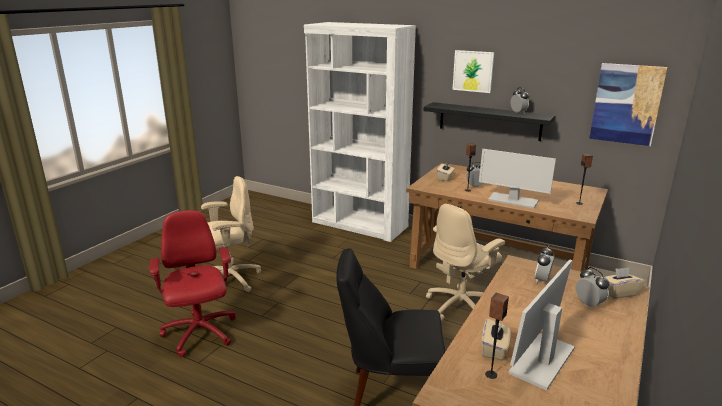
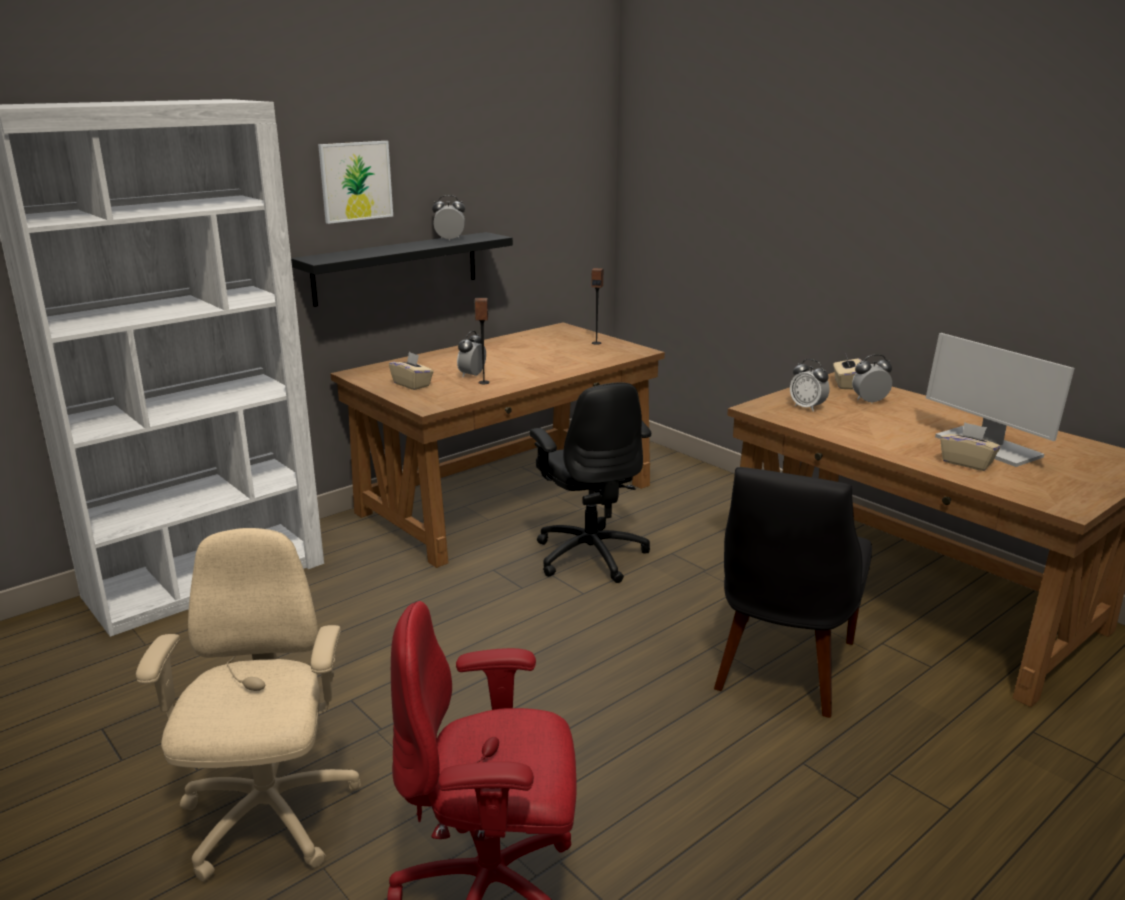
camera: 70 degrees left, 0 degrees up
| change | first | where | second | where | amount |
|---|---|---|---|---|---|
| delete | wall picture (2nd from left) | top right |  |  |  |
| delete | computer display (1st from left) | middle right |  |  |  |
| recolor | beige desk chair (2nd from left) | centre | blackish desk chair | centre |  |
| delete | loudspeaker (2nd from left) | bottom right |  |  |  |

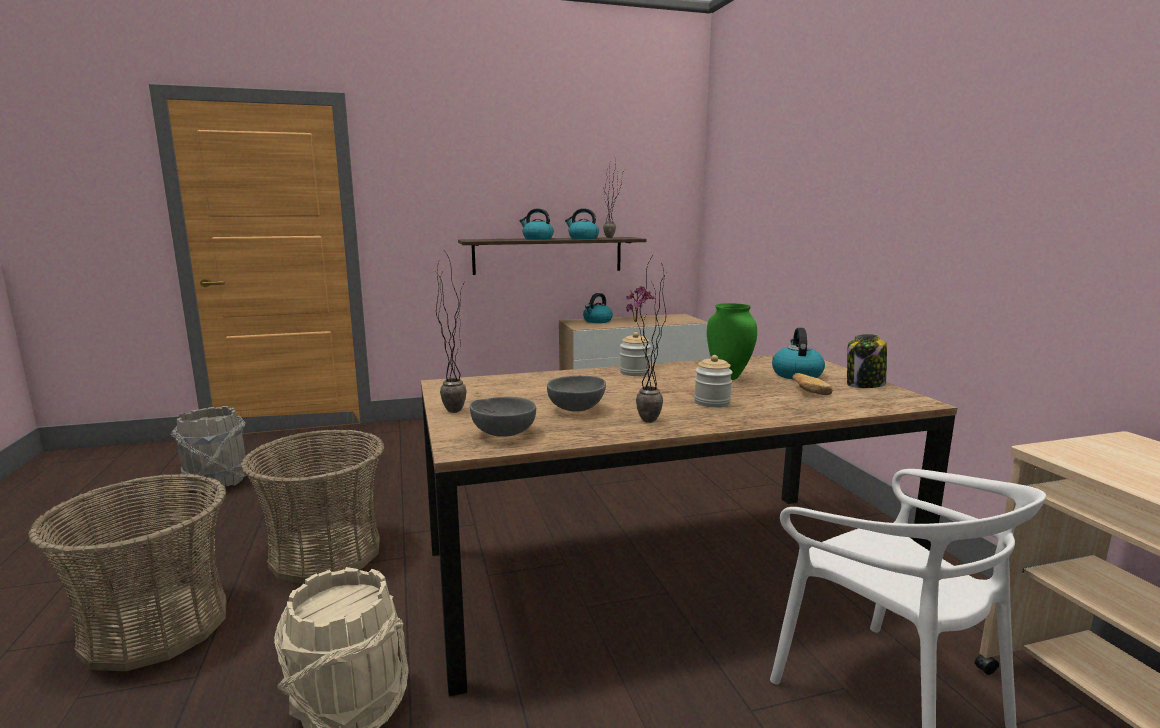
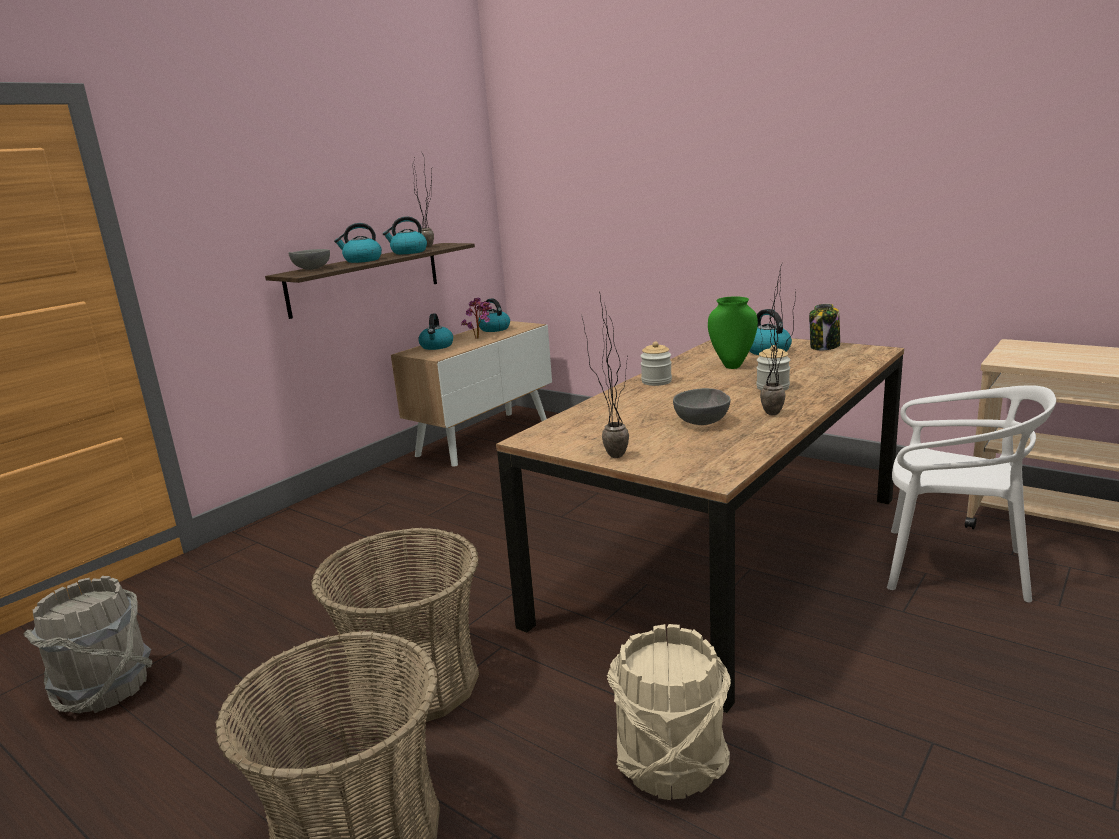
camera: 35 degrees left, 5 degrees up
| change | first | where | second | where | amount |
|---|---|---|---|---|---|
| delete | bread | middle right |  |  |  |
| move | greyish bowl (1st from left) | centre |  | top left |  |
| insert |  |  | kettle (4th from left) | centre |  |

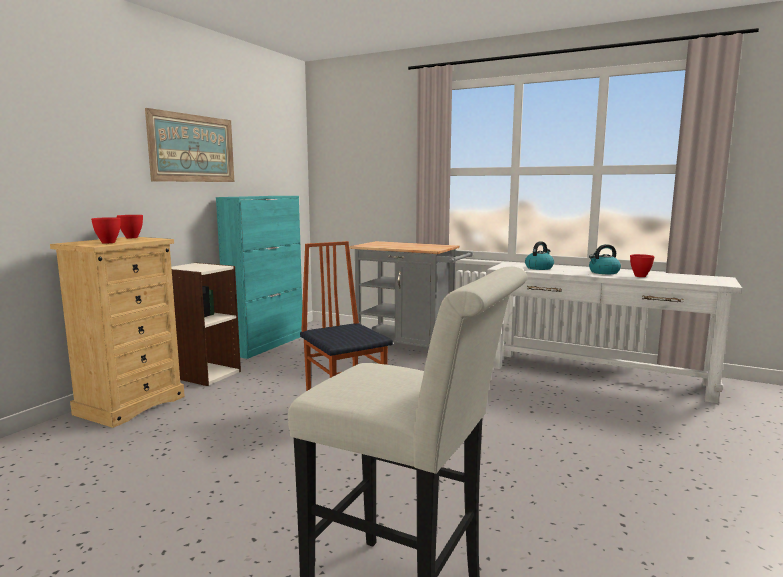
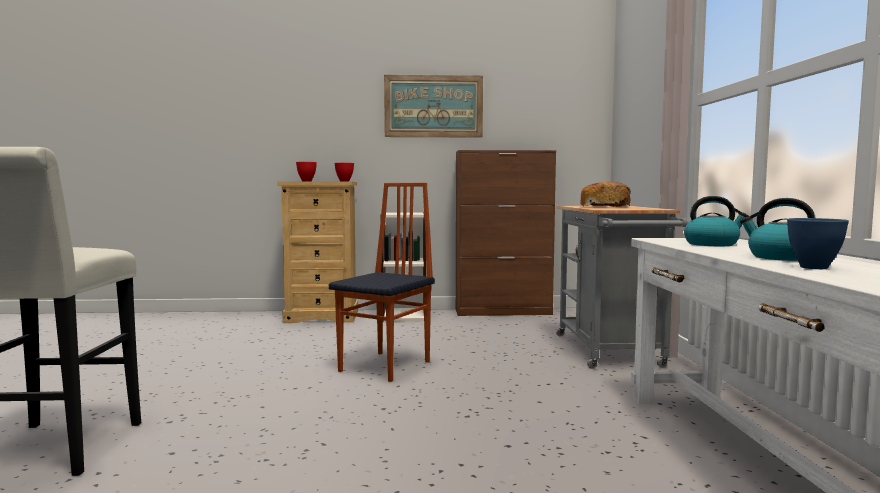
camera: 60 degrees right, 5 degrees down
| change | first | where | second | where | amount |
|---|---|---|---|---|---|
| recolor | turquoise cupboard | middle left | brown cupboard | centre |  |
| recolor | reddish bowl (3rd from left) | middle right | blue bowl | middle right |  |
| insert |  |  | bread | middle right |  |

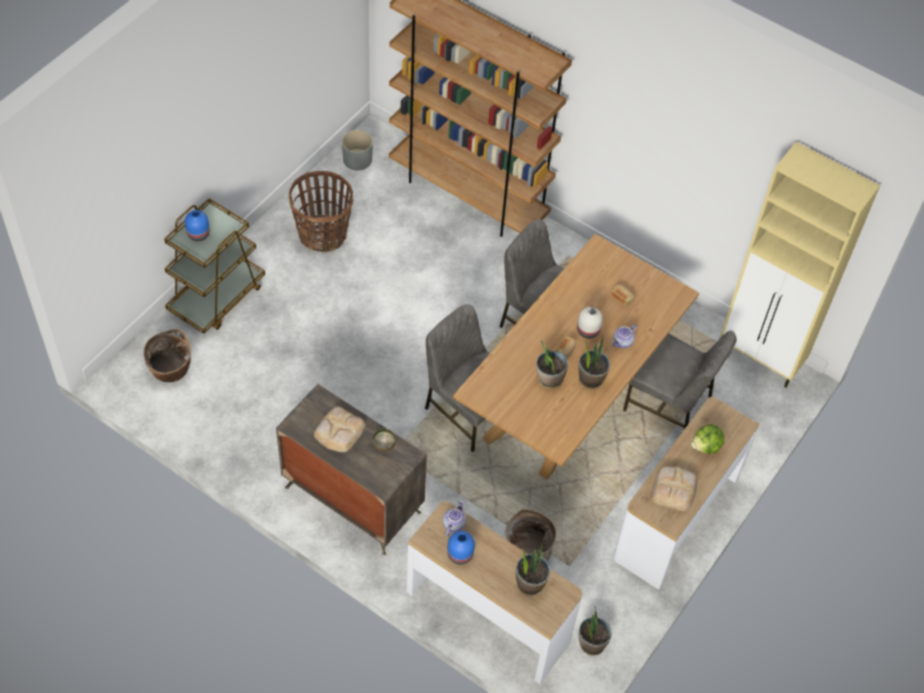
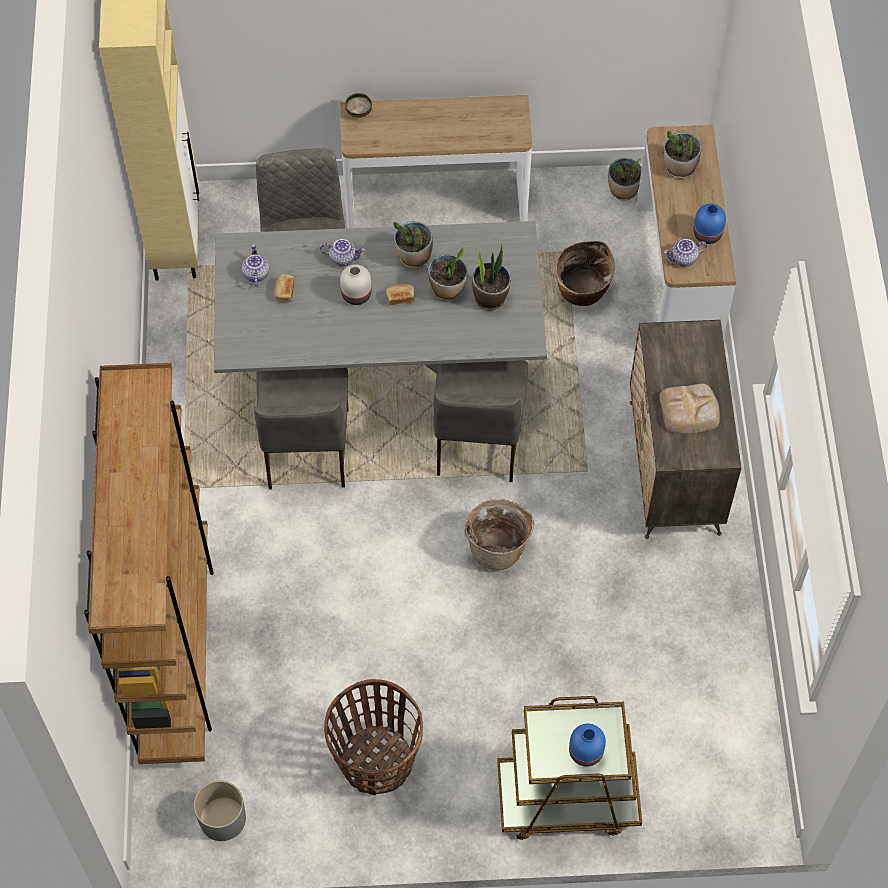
camera: 125 degrees left, 5 degrees up
| change | first | where | second | where | amount |
|---|---|---|---|---|---|
| recolor | brown dining table | centre | greyish dining table | centre |  |
| move | household basket (1st from left in the first image) | middle left | household basket (2nd from left) | centre |  |
| delete | lettuce head | middle right |  |  |  |
| move | bowl | centre |  | top centre |  |
| delete | bread (4th from left) | bottom right |  |  |  |
| insert |  |  | teapot (1st from left) | top left |  |
| insert |  |  | plant in a pot (3rd from left) | top centre |  |

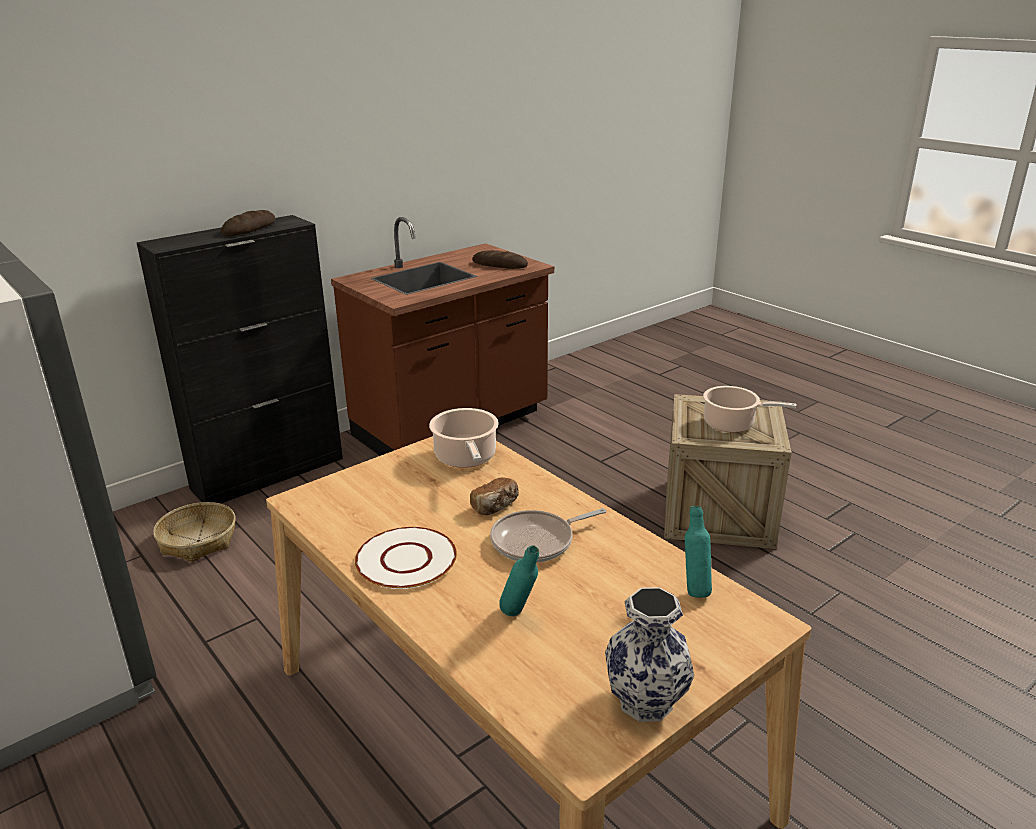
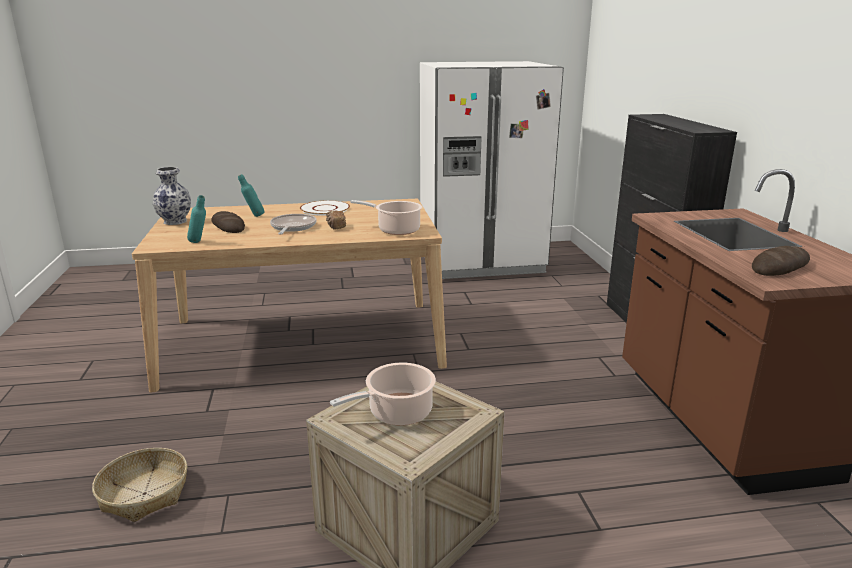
camera: 120 degrees right, 5 degrees down
| change | first | where | second | where | amount |
|---|---|---|---|---|---|
| move | bread (1st from left) | top left |  | middle left |  |
| move | household basket | middle left |  | bottom left |  |

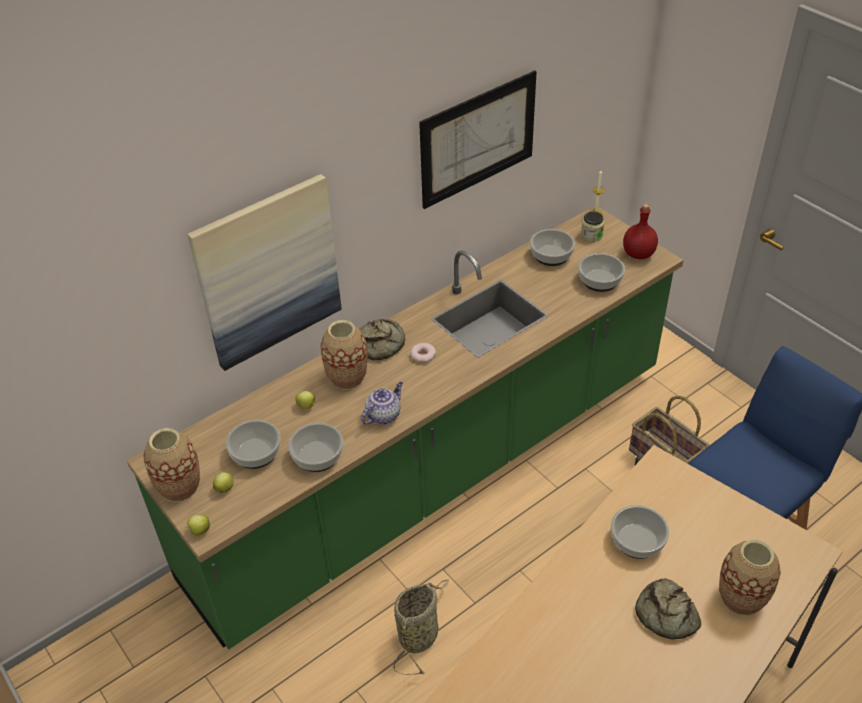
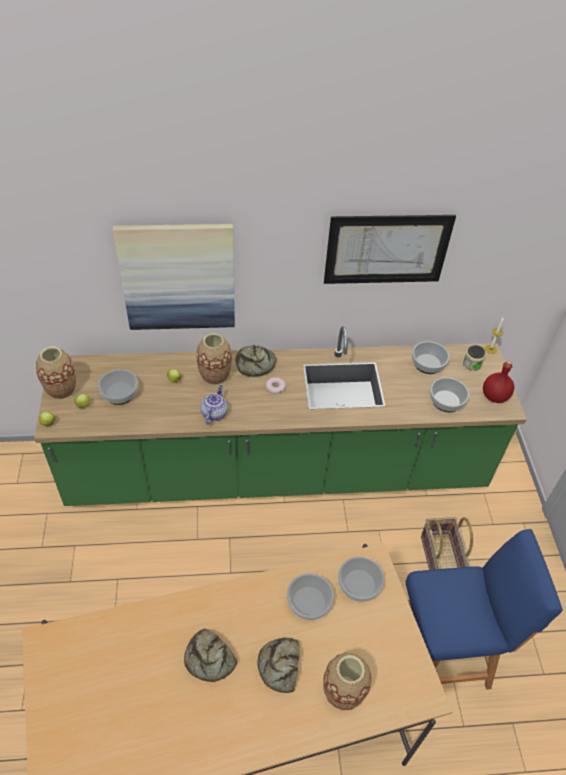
camera: 30 degrees right, 5 degrees up
| change | first | where | second | where | amount |
|---|---|---|---|---|---|
| rotate | teapot | centre |  | centre | 60 degrees counterclockwise |
| move | bowl (2nd from left in the first image) | centre | bowl (3rd from left) | bottom centre |  |
| delete | household basket (1st from left) | bottom centre |  |  |  |
| insert |  |  | bread (1st from left) | bottom centre |  |

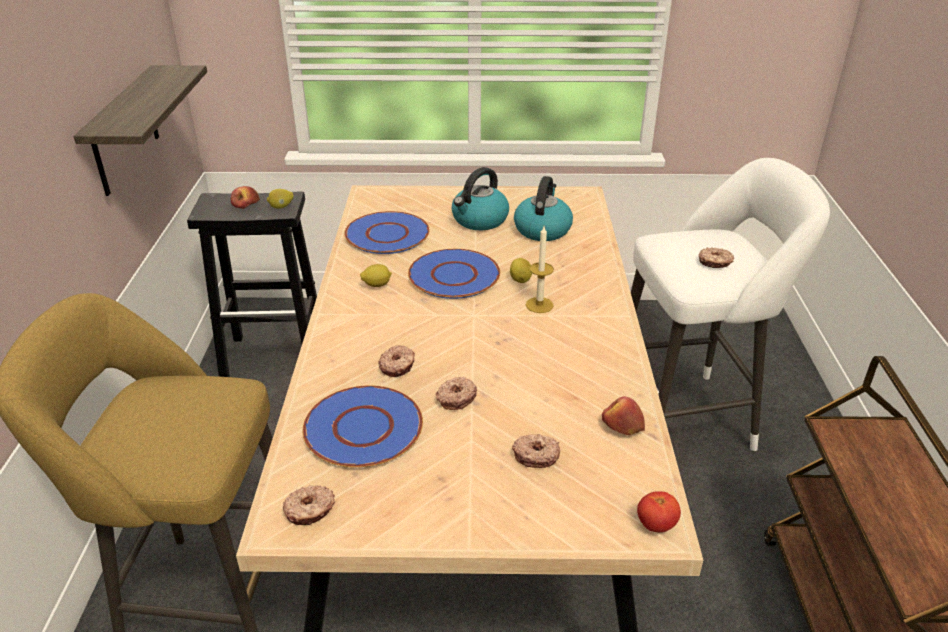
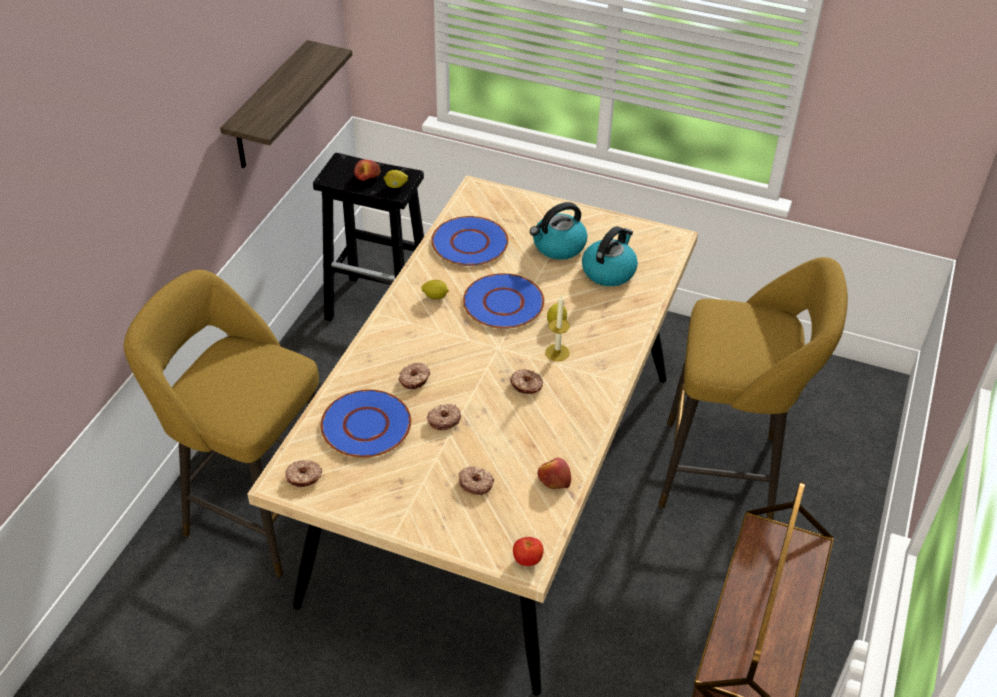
camera: 20 degrees right, 10 degrees up
| change | first | where | second | where | amount |
|---|---|---|---|---|---|
| recolor | white stool | middle right | yellowish stool (2nd from left) | middle right |  |
| move | doughnut (5th from left) | middle right |  | centre |  |

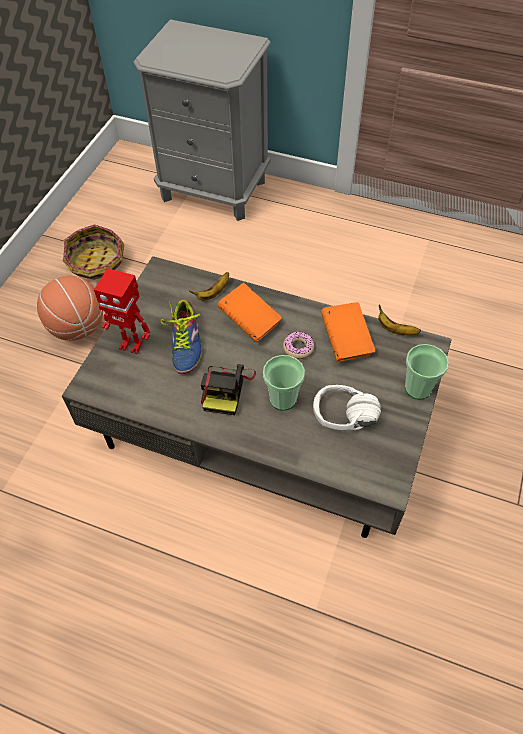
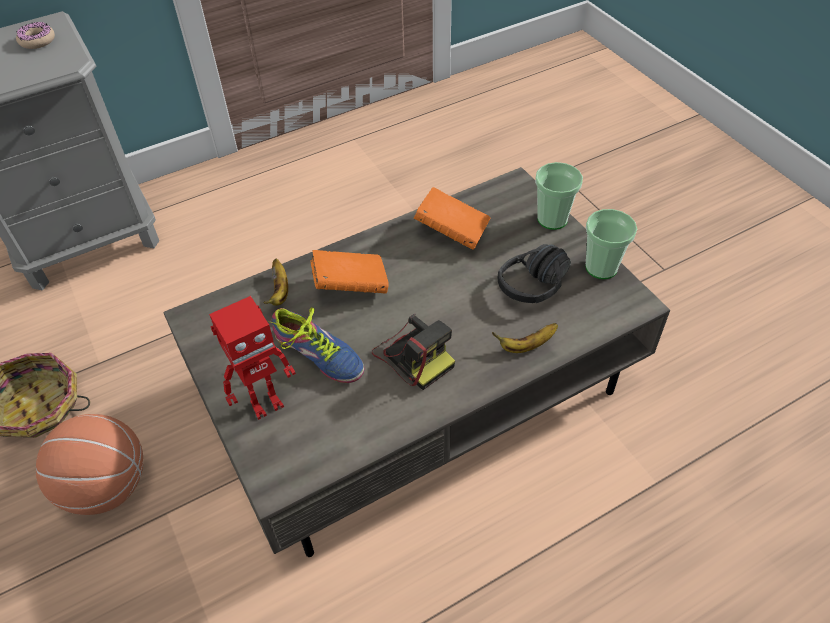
camera: 50 degrees left, 5 degrees down
| change | first | where | second | where | amount |
|---|---|---|---|---|---|
| move | whole banana (2nd from left) | middle right |  | centre |  |
| move | doughnut | centre |  | top left |  |
| move | small cup (1st from left in the first image) | centre | small cup (2nd from left) | middle right |  |
| recolor | white headphones | centre | blackish headphones | centre |  |

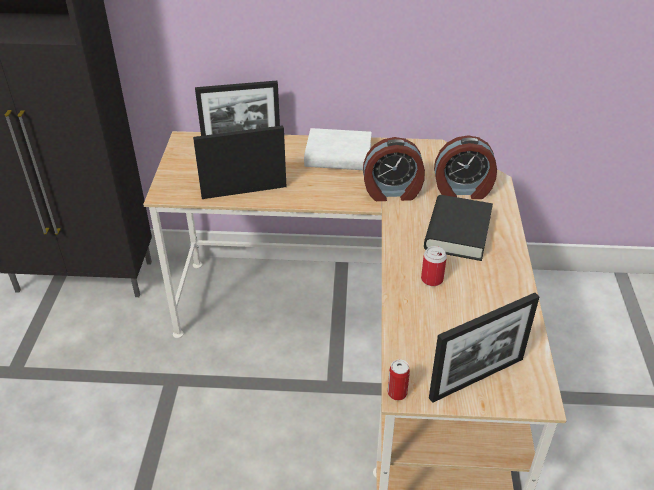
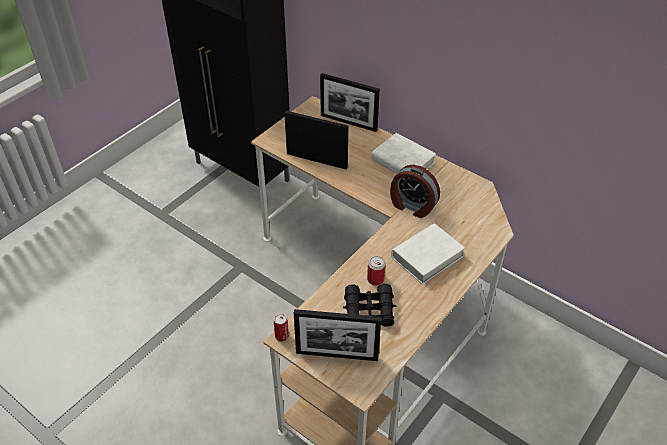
camera: 35 degrees right, 5 degrees up
| change | first | where | second | where | amount |
|---|---|---|---|---|---|
| delete | bedside clock (2nd from left) | middle right |  |  |  |
| recolor | blackish volume | middle right | white volume (2nd from left) | centre |  |
| insert |  |  | blackish binoculars | bottom centre |  |

